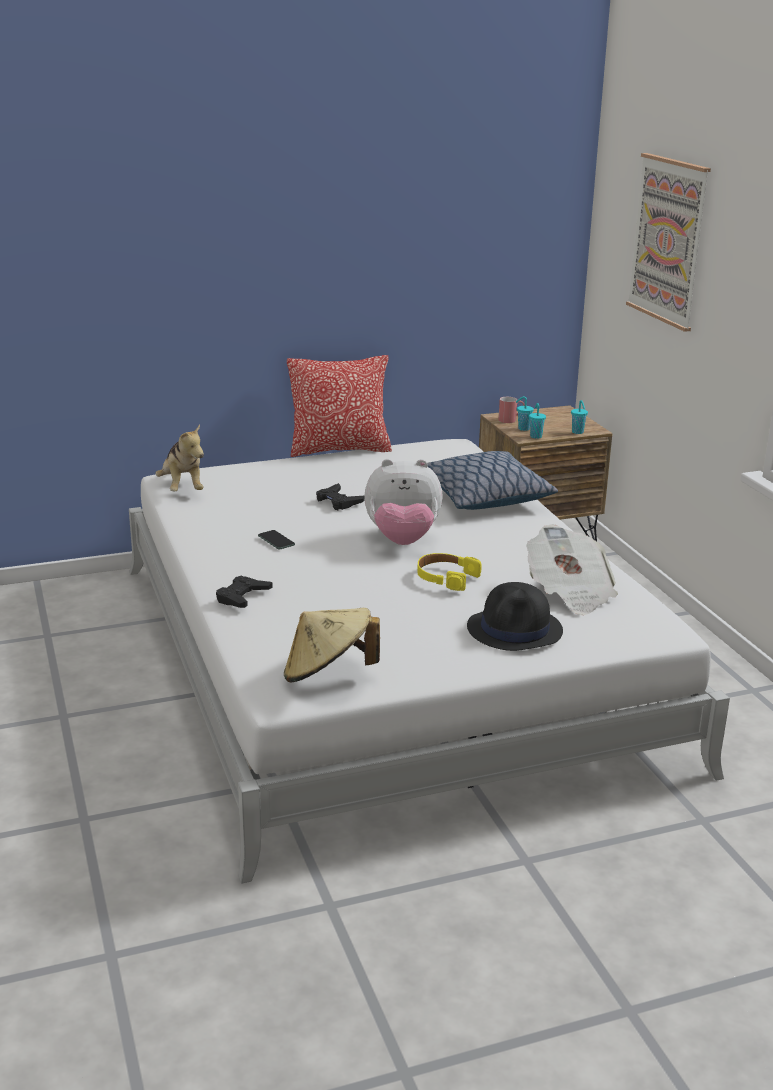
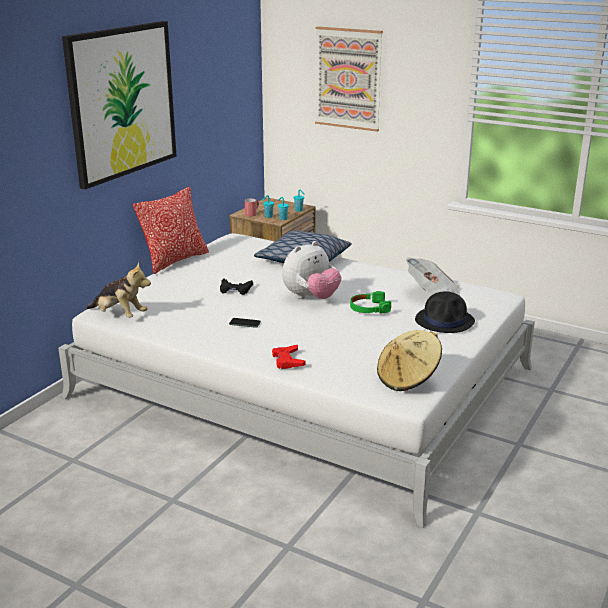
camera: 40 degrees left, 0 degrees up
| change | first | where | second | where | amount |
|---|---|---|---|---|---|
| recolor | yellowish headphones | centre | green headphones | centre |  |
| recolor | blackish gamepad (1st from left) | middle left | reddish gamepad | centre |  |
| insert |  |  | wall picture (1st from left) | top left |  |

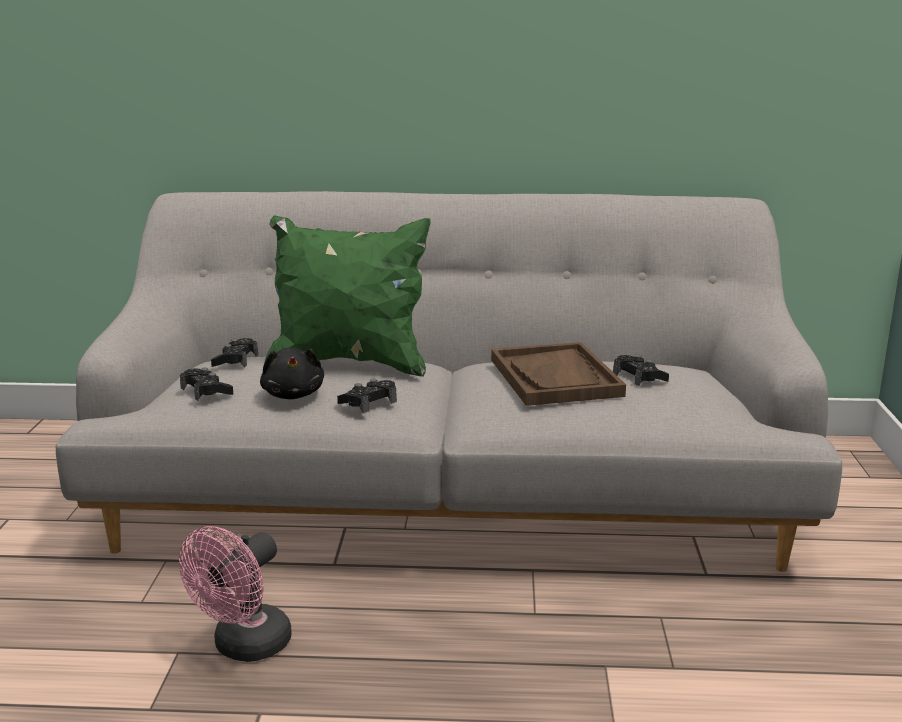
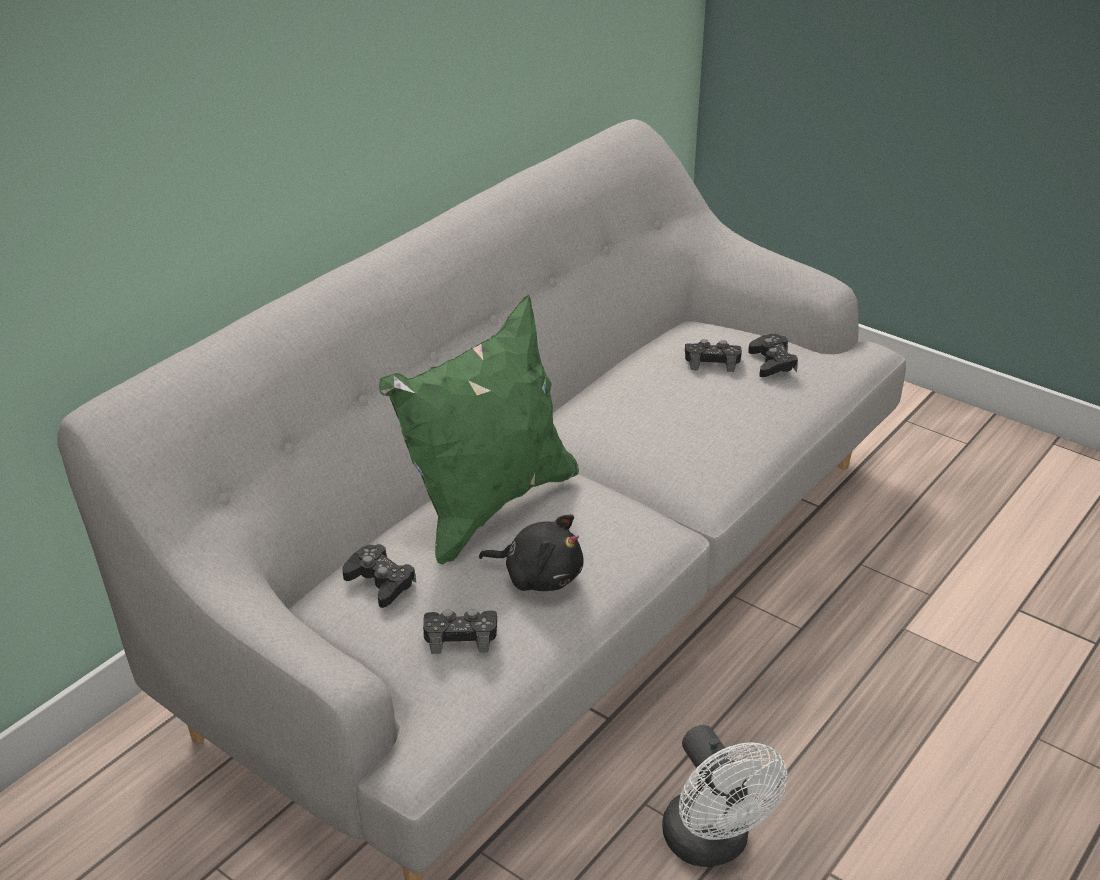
camera: 55 degrees left, 15 degrees up
| change | first | where | second | where | amount |
|---|---|---|---|---|---|
| delete | brown tray | centre |  |  |  |
| move | blackish gamepad (3rd from left in the first image) | centre | blackish gamepad (4th from left) | middle right |  |
| recolor | pink cooling fan | bottom left | white cooling fan | bottom centre |  |

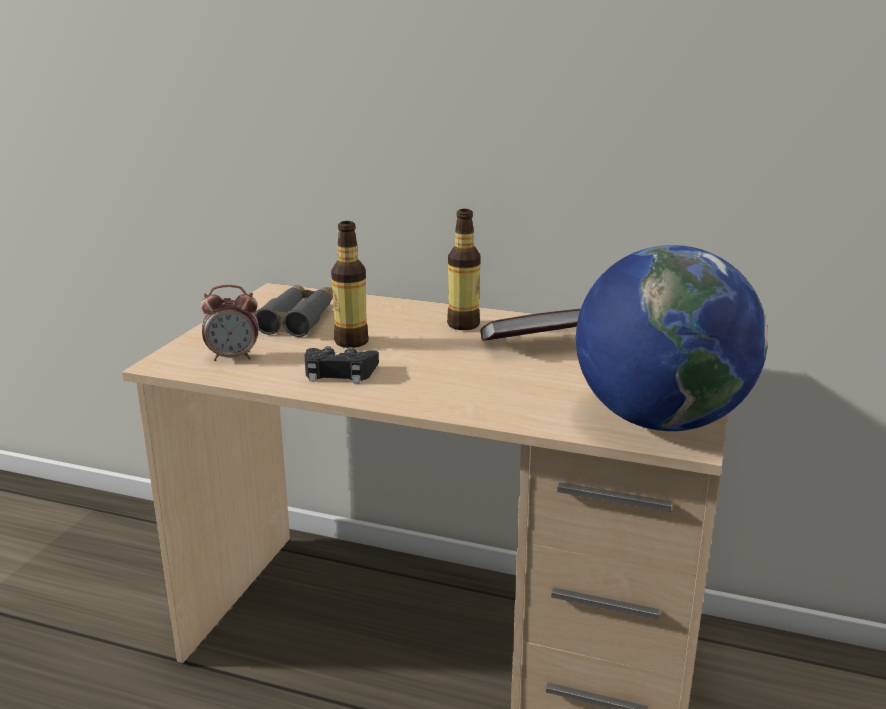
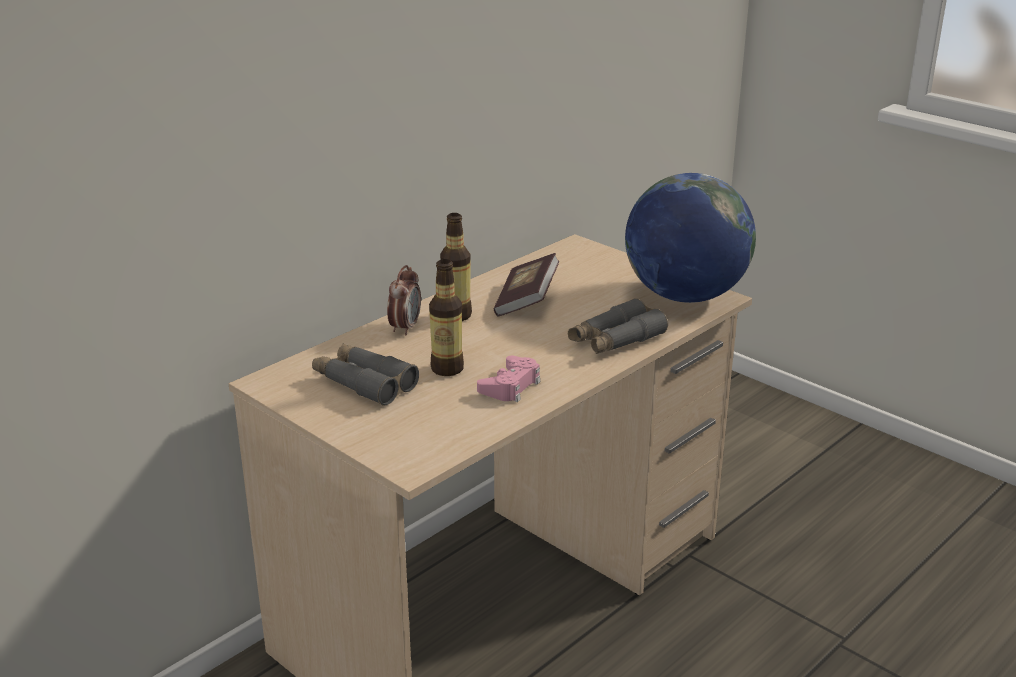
camera: 65 degrees left, 5 degrees up
| change | first | where | second | where | amount |
|---|---|---|---|---|---|
| move | bedside clock | middle left |  | centre |  |
| recolor | blackish gamepad | centre | pink gamepad | centre |  |
| insert |  |  | greyish binoculars (2nd from left) | centre |  |

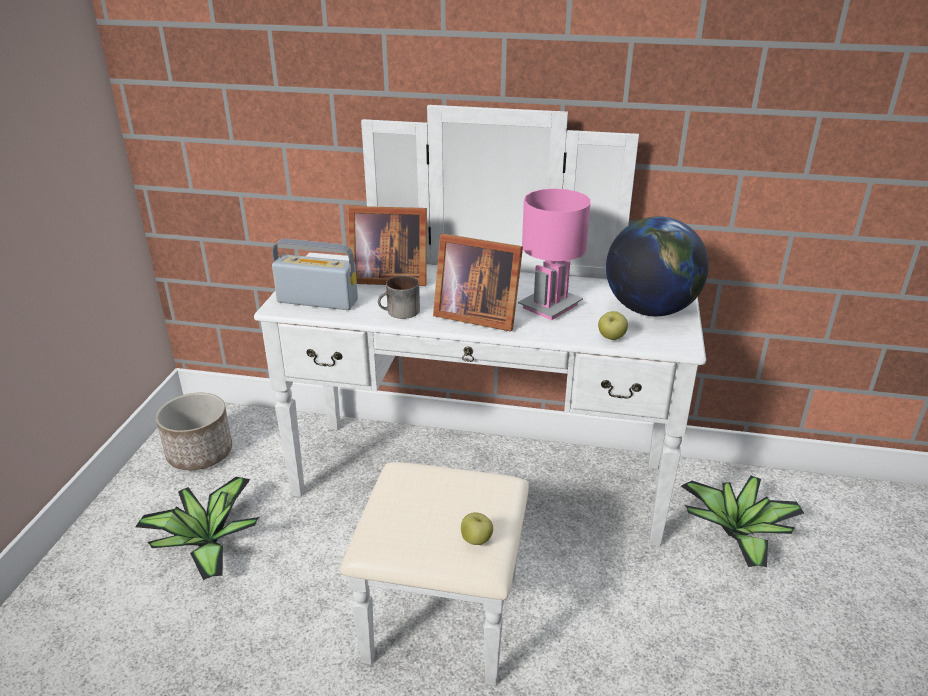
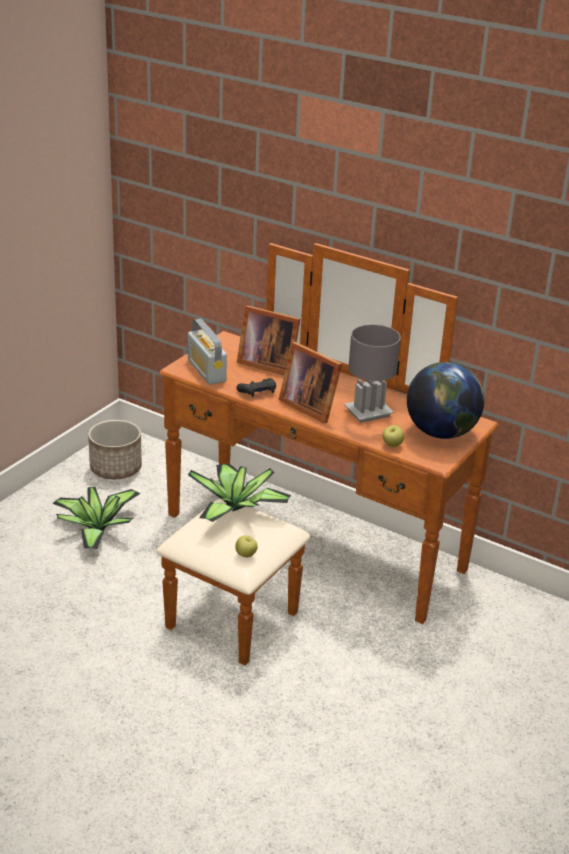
camera: 20 degrees right, 0 degrees up
| change | first | where | second | where | amount |
|---|---|---|---|---|---|
| recolor | white dresser | centre | brown dresser | centre |  |
| recolor | pink table lamp | centre | greyish table lamp | centre |  |
| rotate | radio receiver | centre |  | centre | 150 degrees counterclockwise |
| replace | tea mug | centre | blackish gamepad | centre |  |
| move | plant in a pot (2nd from left) | bottom right |  | centre |  |

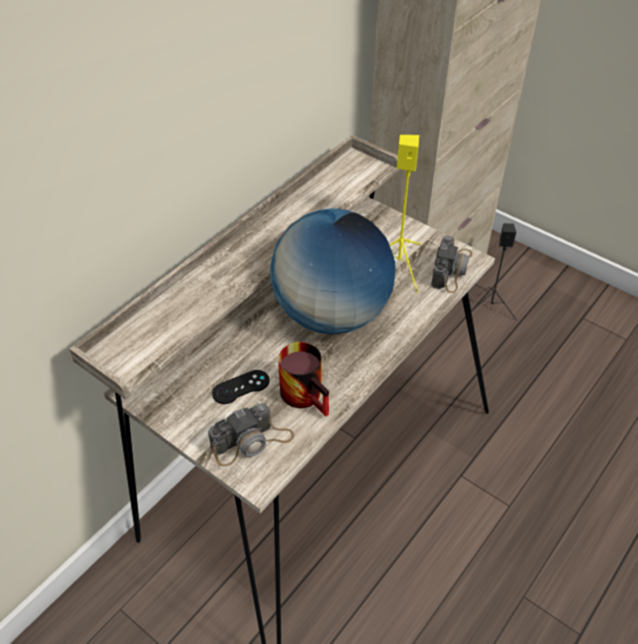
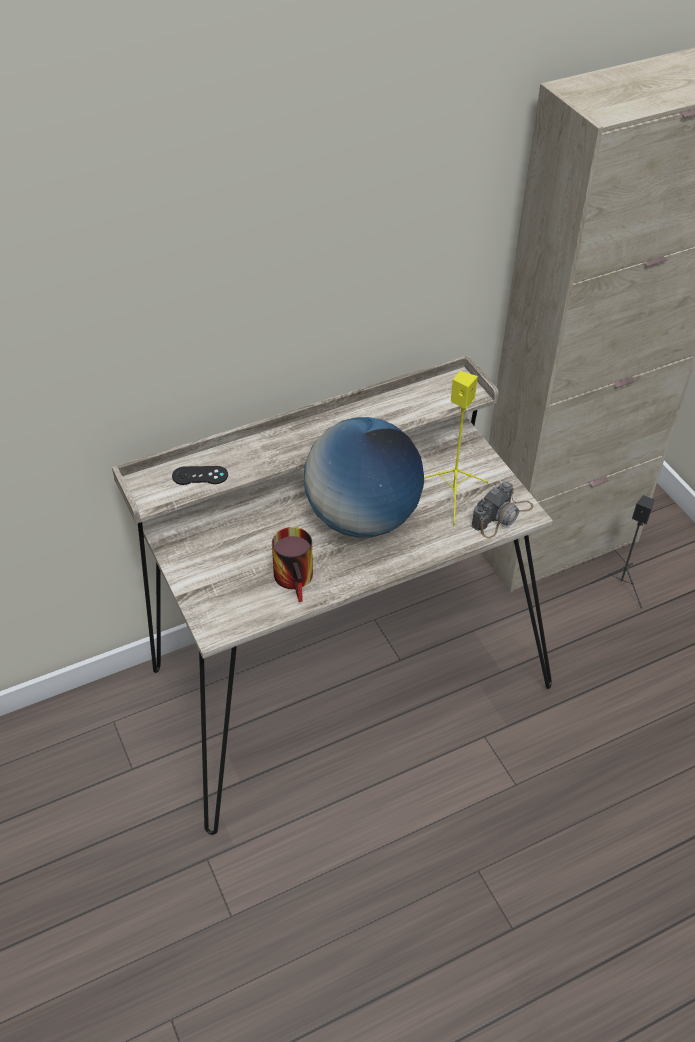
camera: 25 degrees right, 0 degrees up
| change | first | where | second | where | amount |
|---|---|---|---|---|---|
| move | blackish gamepad | centre |  | middle left |  |
| delete | still camera (1st from left) | bottom centre |  |  |  |

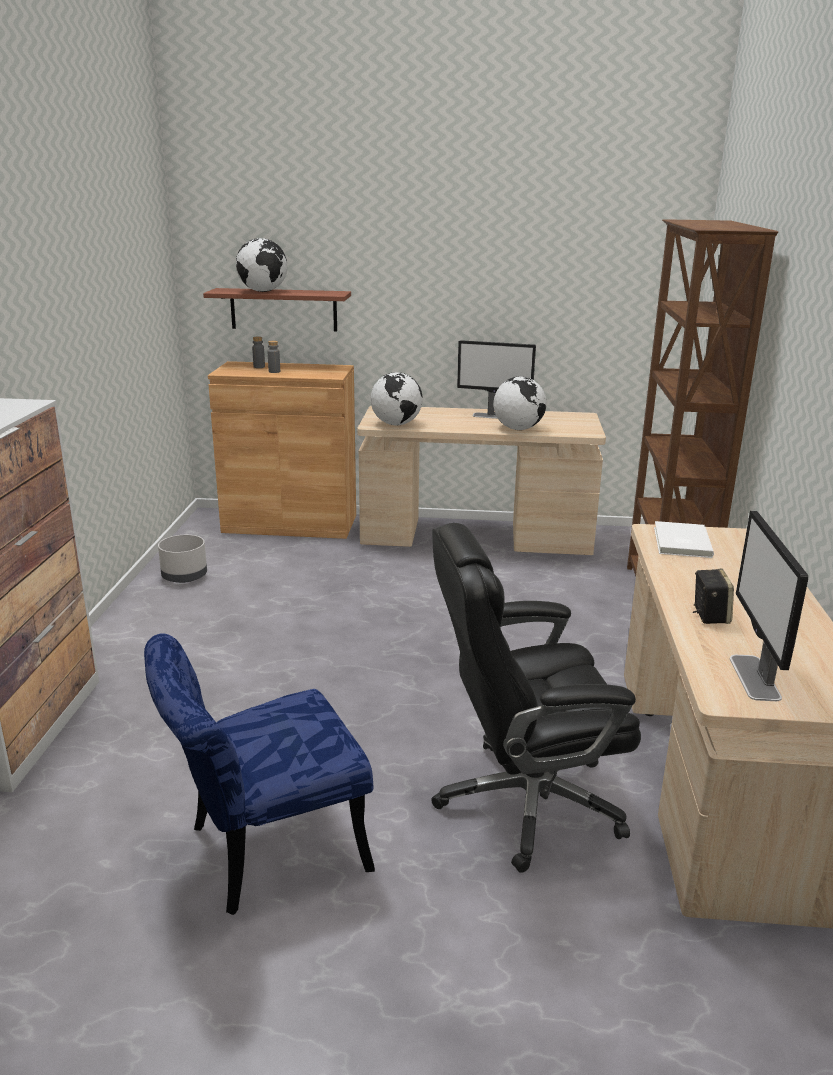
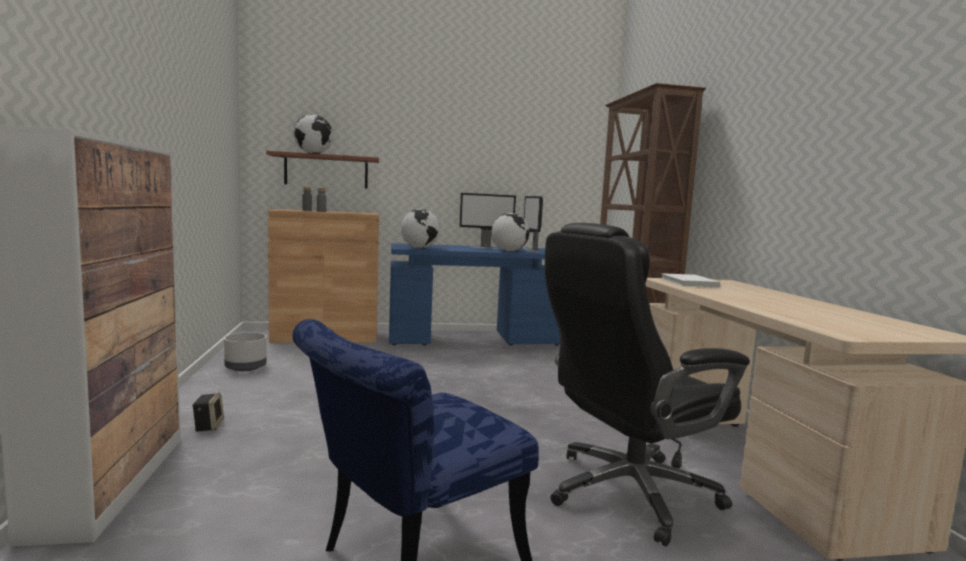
camera: 15 degrees left, 15 degrees down
| change | first | where | second | where | amount |
|---|---|---|---|---|---|
| recolor | beige desk (1st from left) | centre | blue desk | centre |  |
| move | computer display (2nd from left) | middle right |  | centre |  |
| move | loudspeaker | middle right |  | bottom left |  |

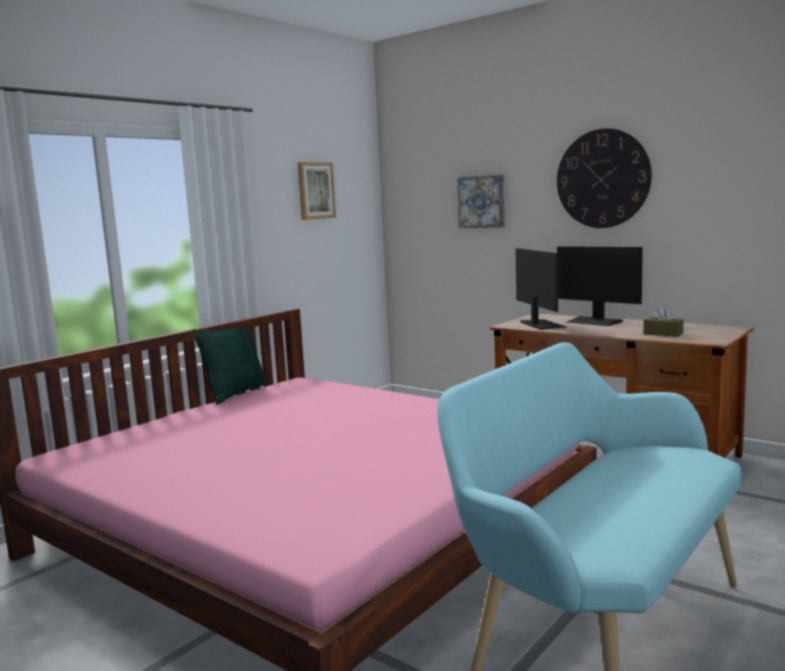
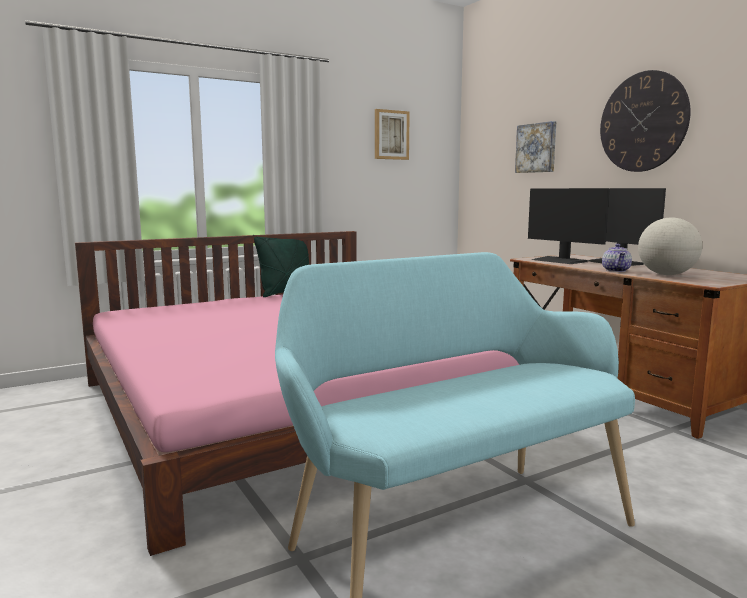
camera: 20 degrees right, 0 degrees up
| change | first | where | second | where | amount |
|---|---|---|---|---|---|
| rotate | computer display (1st from left) | middle right |  | middle right | 135 degrees clockwise |
| replace | brown box of tissues | middle right | world globe | middle right |  |
| insert |  |  | teapot | middle right |  |

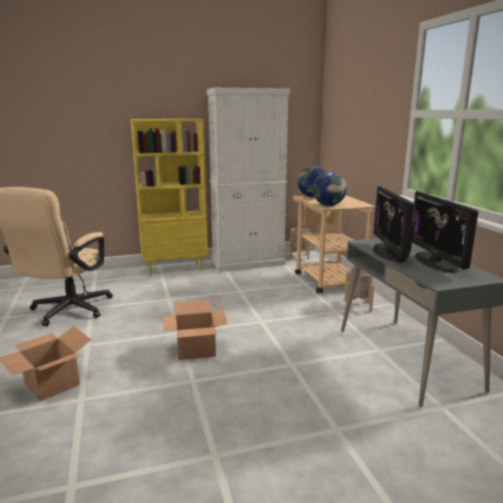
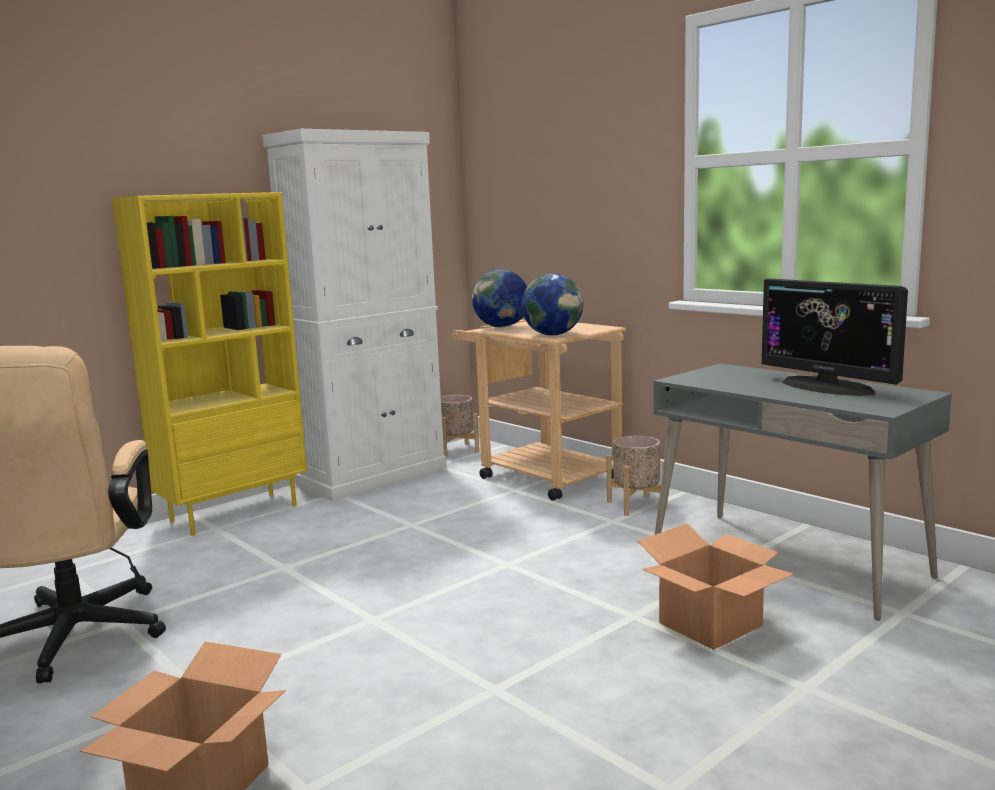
camera: 25 degrees left, 5 degrees down
| change | first | where | second | where | amount |
|---|---|---|---|---|---|
| delete | computer display (1st from left) | middle right |  |  |  |
| move | packing box (2nd from left) | centre |  | bottom right |  |

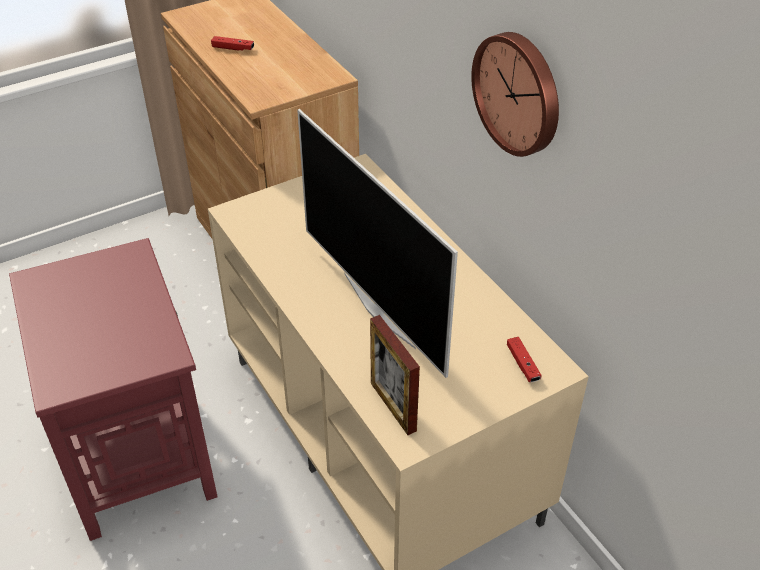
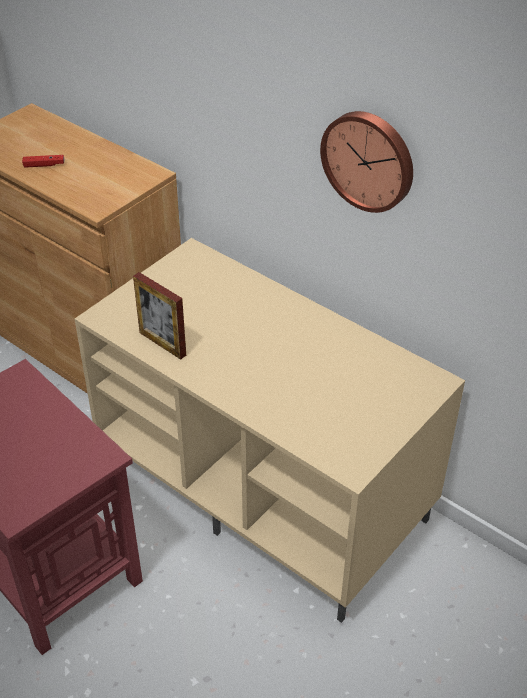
camera: 20 degrees left, 0 degrees up
| change | first | where | second | where | amount |
|---|---|---|---|---|---|
| delete | TV | centre |  |  |  |
| move | picture frame | centre |  | middle left |  |
| delete | reddish gamepad (2nd from left) | middle right |  |  |  |

